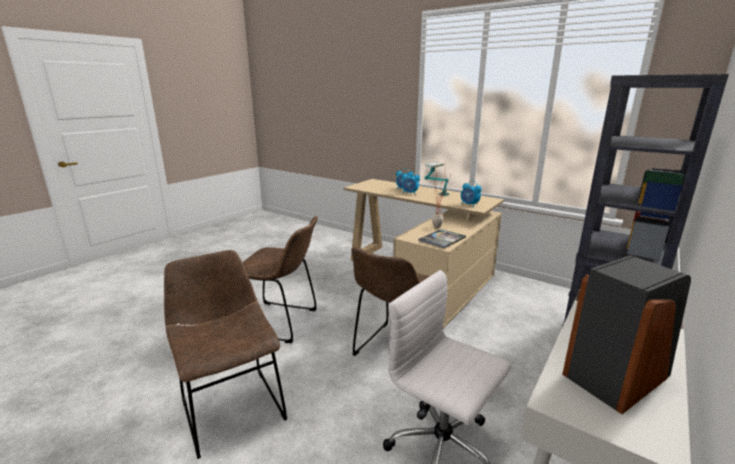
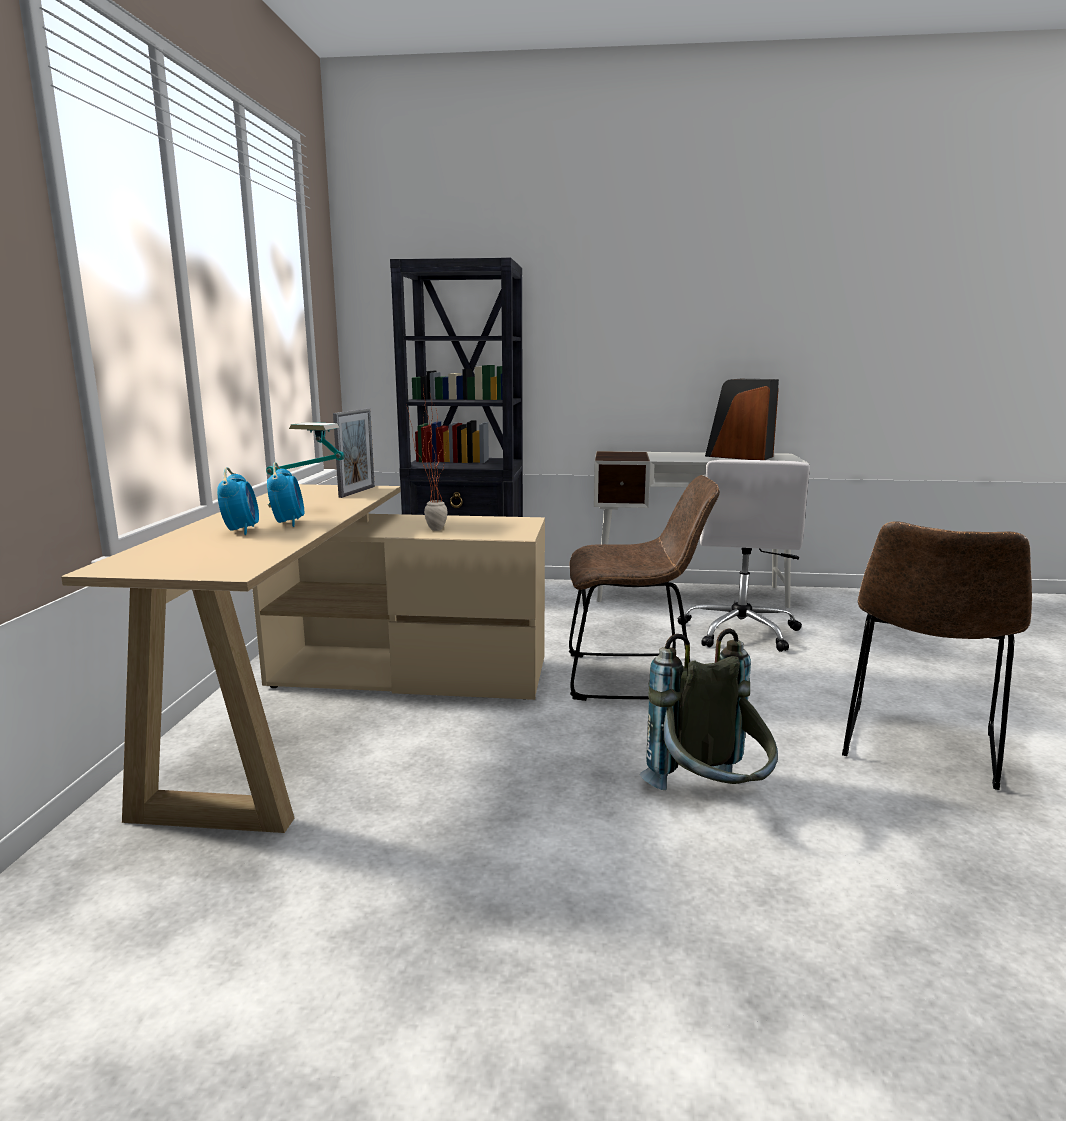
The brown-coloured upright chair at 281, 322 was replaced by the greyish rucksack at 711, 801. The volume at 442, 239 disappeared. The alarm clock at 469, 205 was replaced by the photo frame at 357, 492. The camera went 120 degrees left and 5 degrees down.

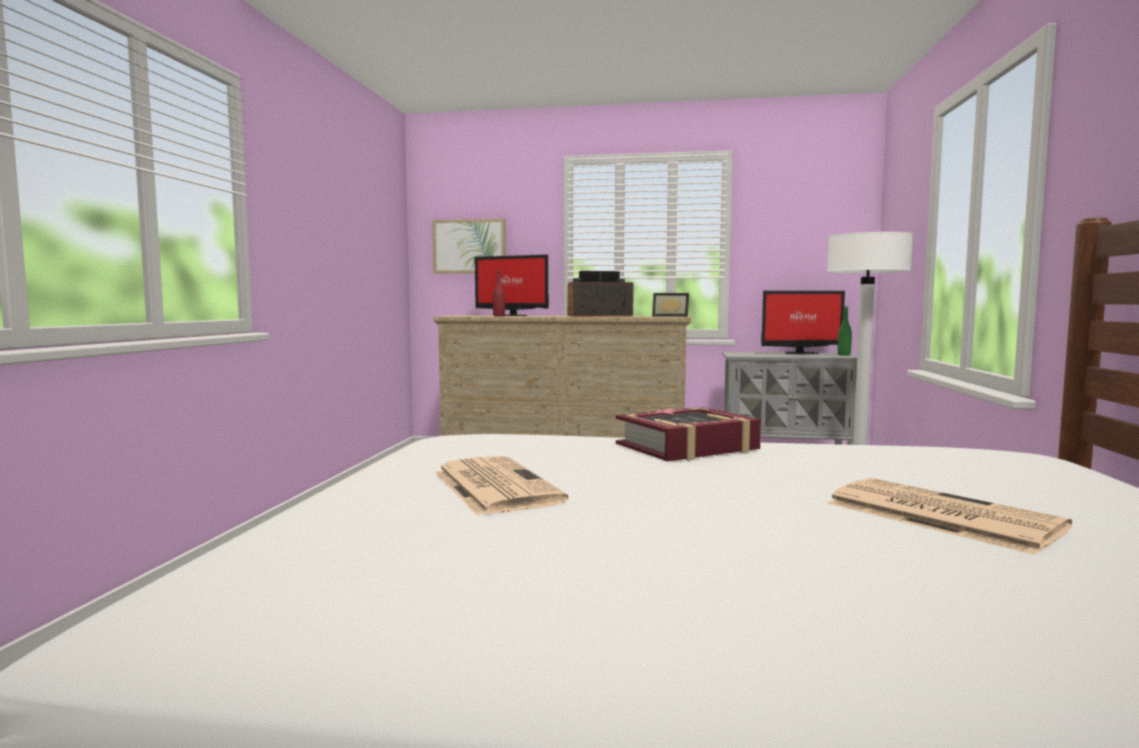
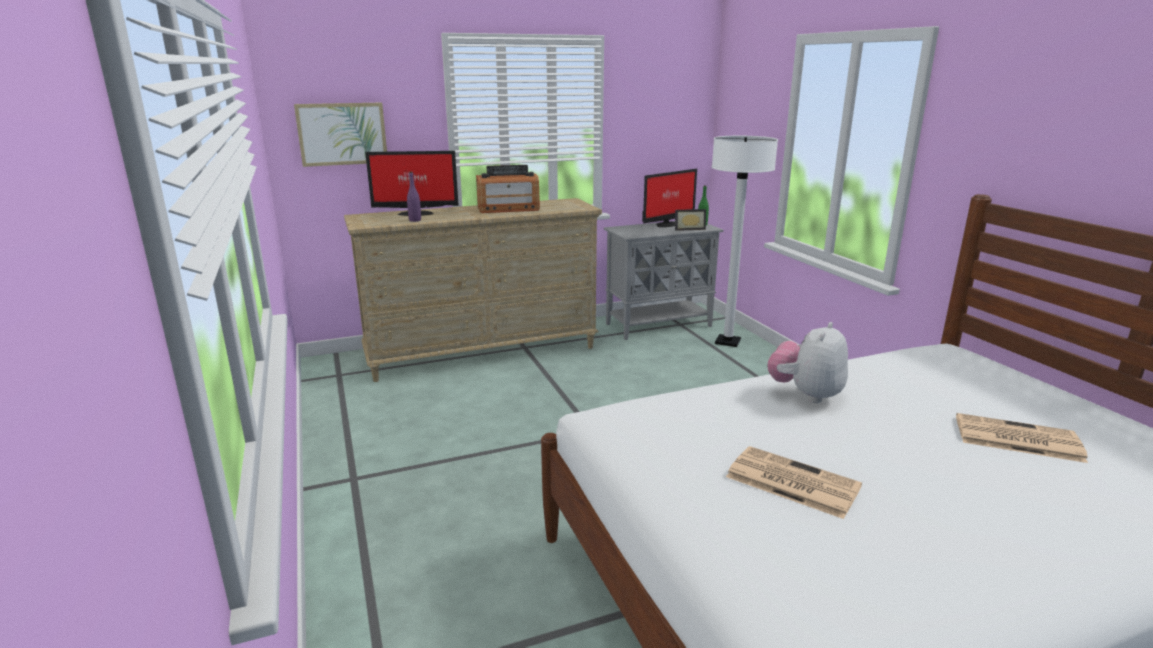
The red drink bottle at 499, 316 became the purple-coloured drink bottle at 415, 220. The radio set at 599, 316 turned 150 degrees counterclockwise. The volume at 687, 447 was replaced by the plush toy at 806, 394. The photo frame moved from 671, 316 to 689, 229. The camera went 30 degrees left and 15 degrees up.

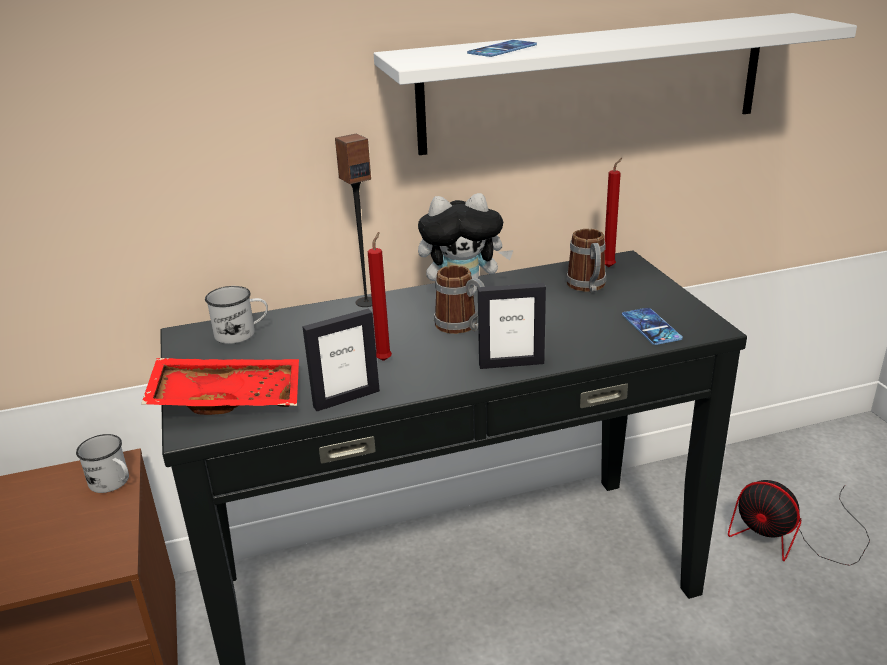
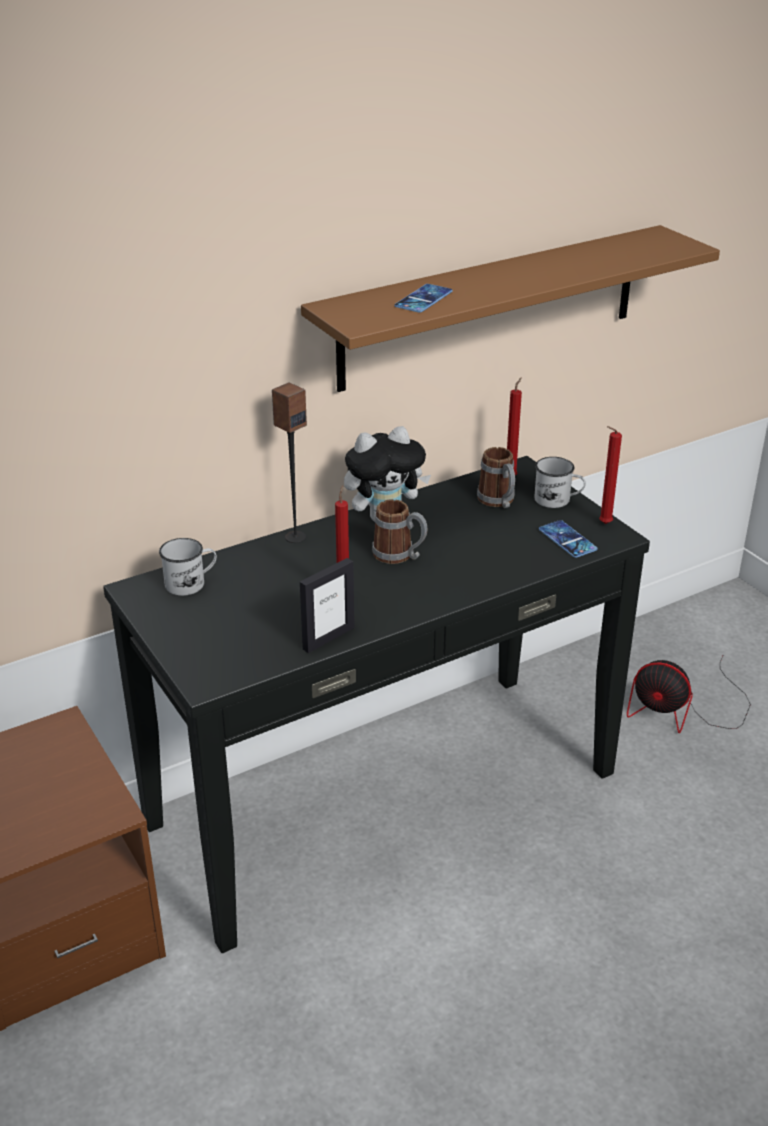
The whitish coffee mug moved from 113, 483 to 558, 500. The red tray at 228, 398 disappeared. The whitish bracket shelf at 594, 83 became the brown-coloured bracket shelf at 491, 307. The photo frame at 511, 364 disappeared. The red wax light at 603, 524 appeared. The camera went 15 degrees left and 5 degrees up.

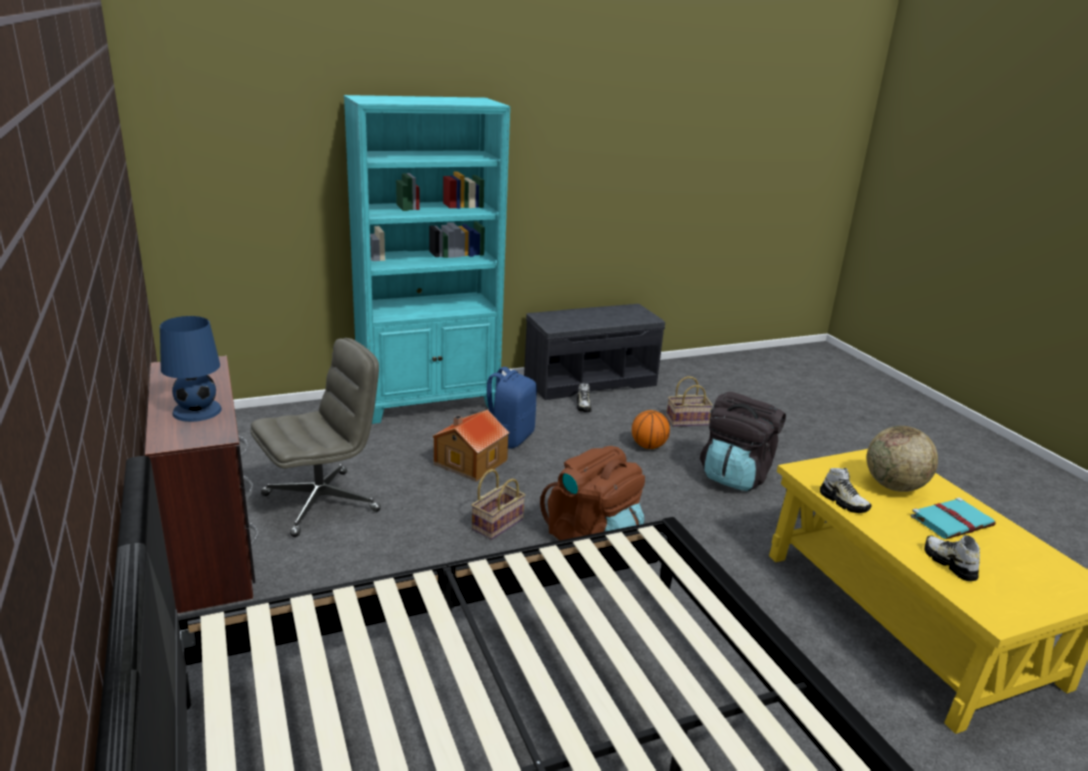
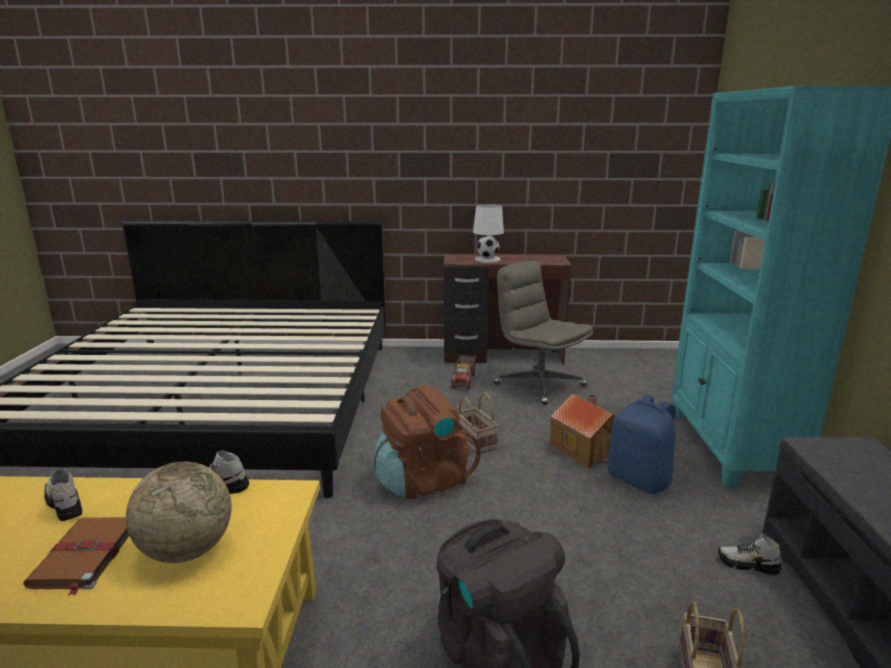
The blue lamp for a table at 196, 411 became the whitish lamp for a table at 487, 259. The greyish computer chair at 322, 502 turned 150 degrees clockwise. The ball for basketball at 648, 446 disappeared. The blue-green volume at 952, 521 became the brown-coloured volume at 84, 556. The low shoe at 949, 564 turned 135 degrees counterclockwise. The toy lorry at 464, 380 appeared. The camera went 115 degrees right and 5 degrees down.

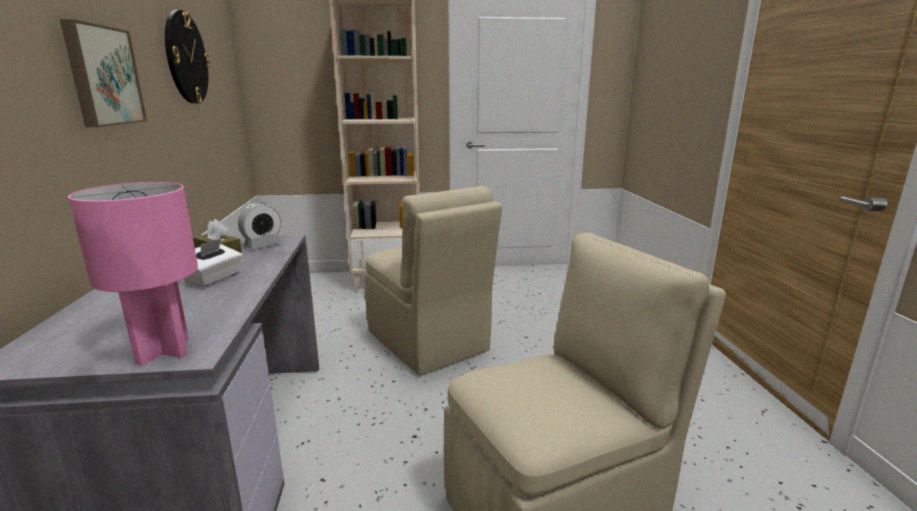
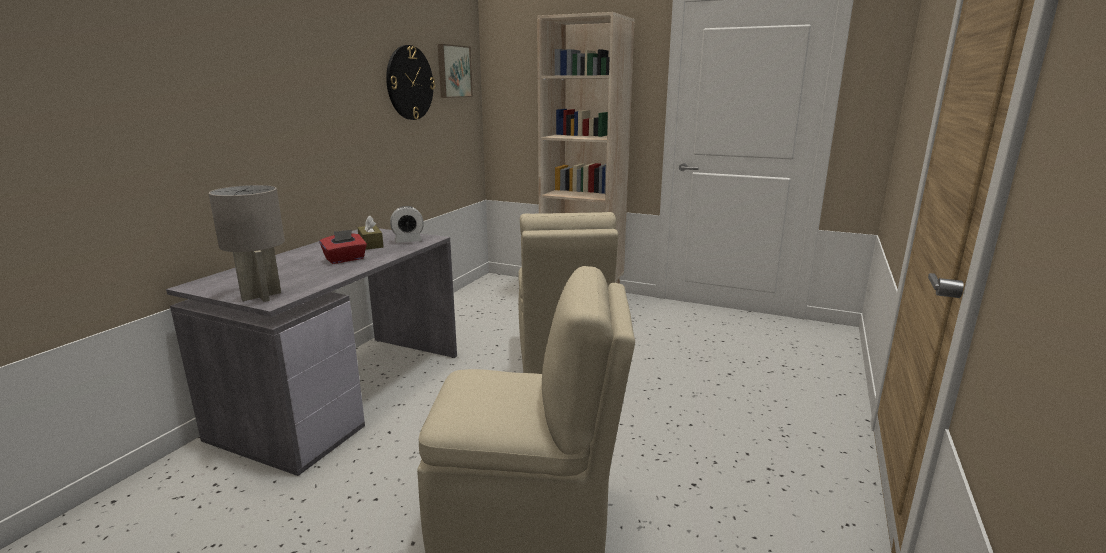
The wall picture moved from 102, 76 to 453, 71. The pink-coloured lamp for a table at 163, 352 became the greyish lamp for a table at 261, 296. The whitish tissue box at 214, 279 became the red tissue box at 345, 259. The camera went 30 degrees right and 0 degrees up.

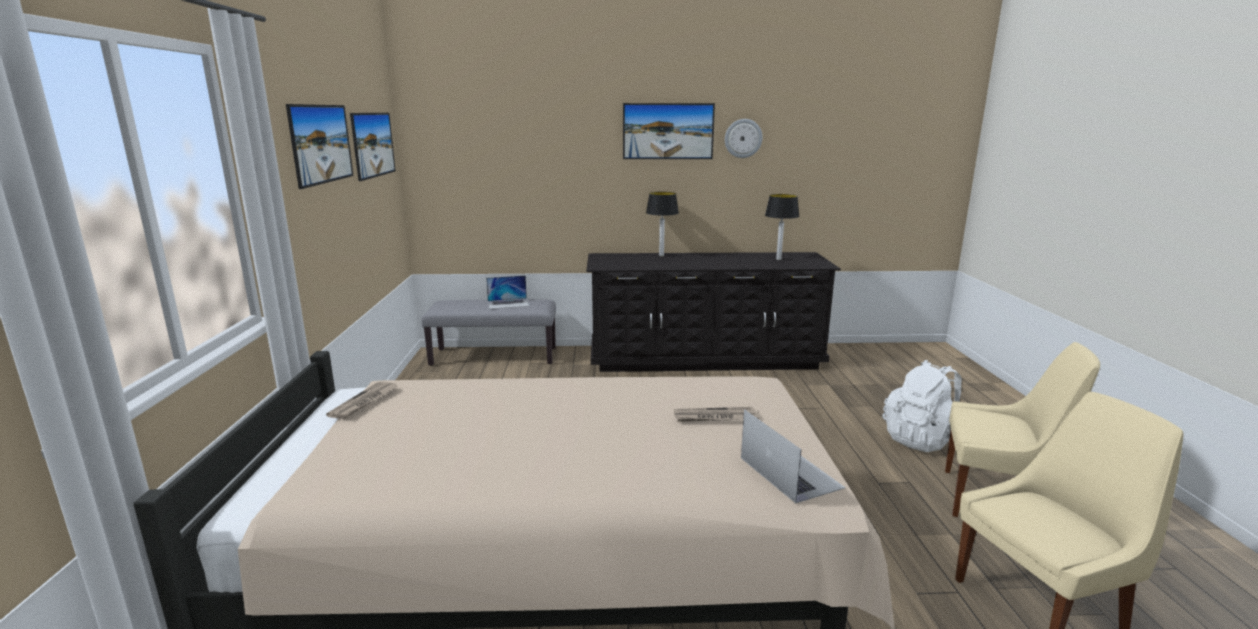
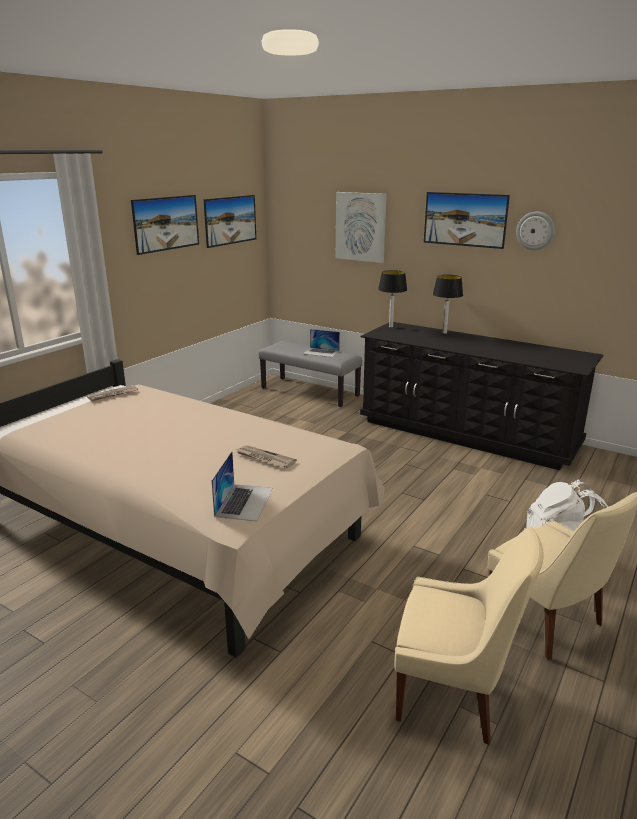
The lamp for a table moved from 778, 259 to 390, 326. The wall picture at 360, 227 appeared. The camera went 35 degrees right and 5 degrees up.

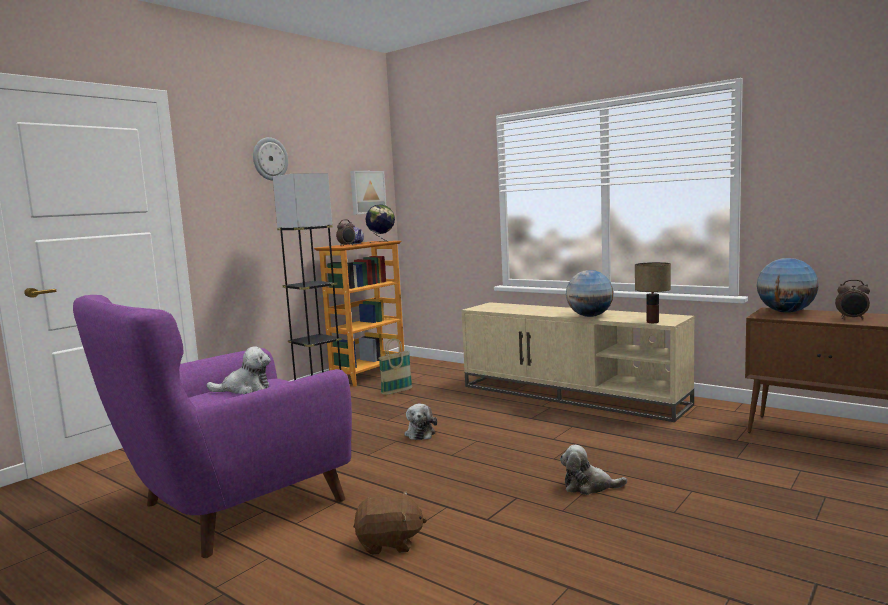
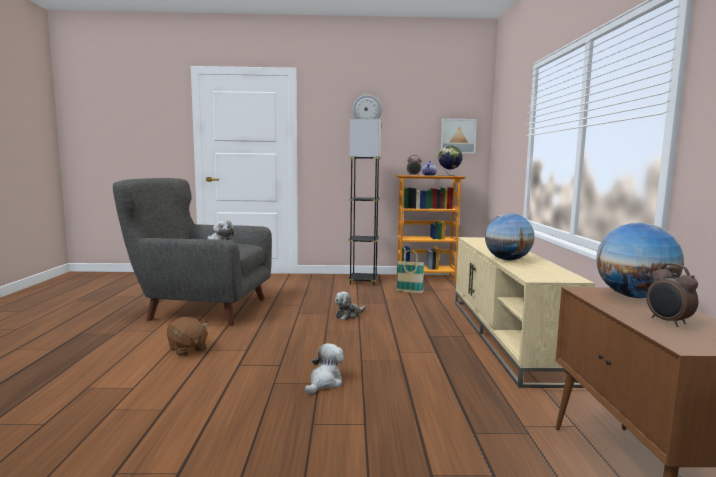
The purple-coloured armchair at 229, 506 became the greyish armchair at 202, 308. The plush toy at 589, 486 turned 60 degrees clockwise. The lamp for a table at 653, 322 disappeared. The camera went 50 degrees right and 0 degrees up.

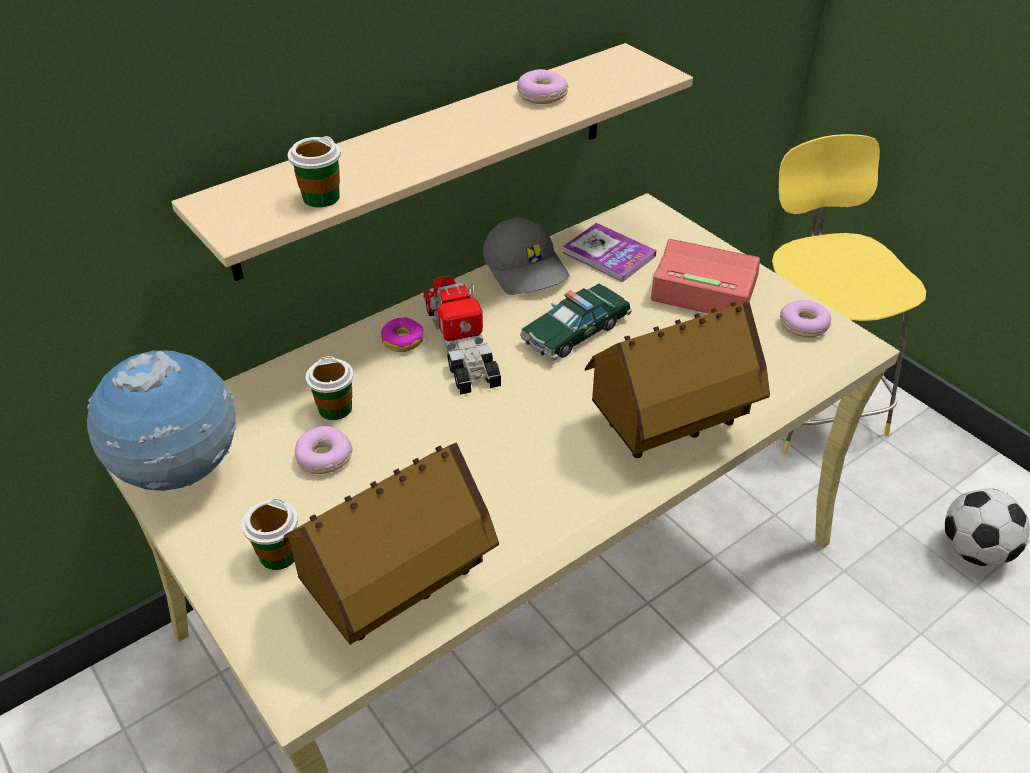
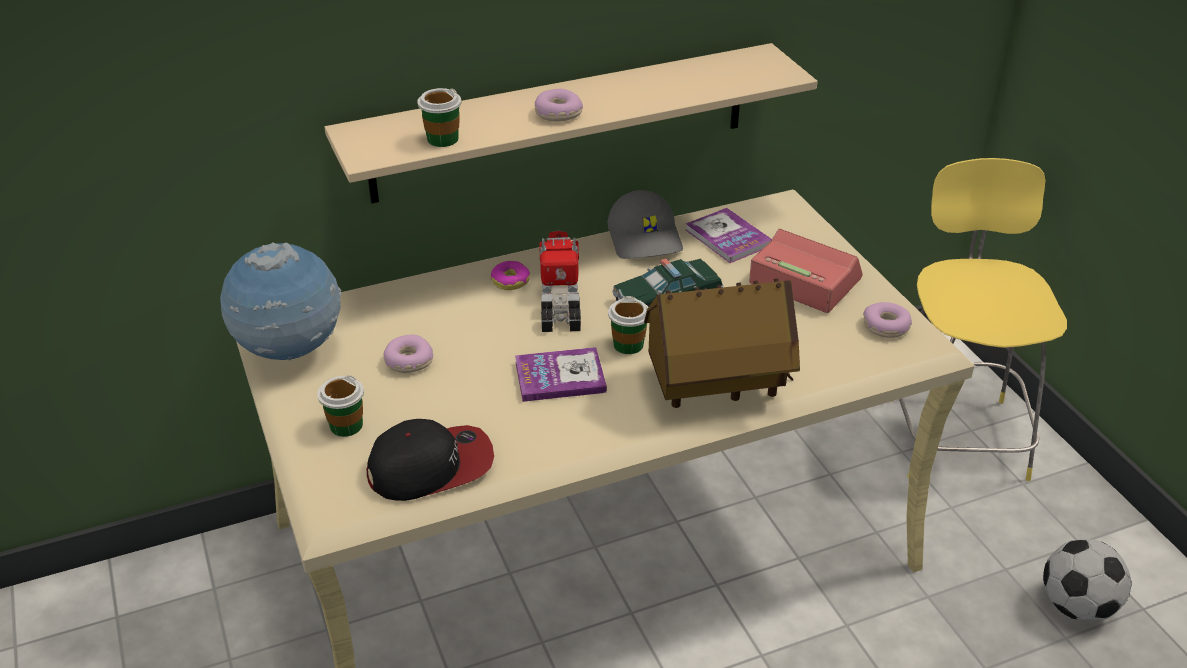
The miniature house at 397, 586 was replaced by the cap at 431, 466. The drinking cup moved from 335, 408 to 628, 345. The donut moved from 541, 96 to 557, 113. The volume at 560, 377 appeared. The camera went 15 degrees right and 5 degrees down.

